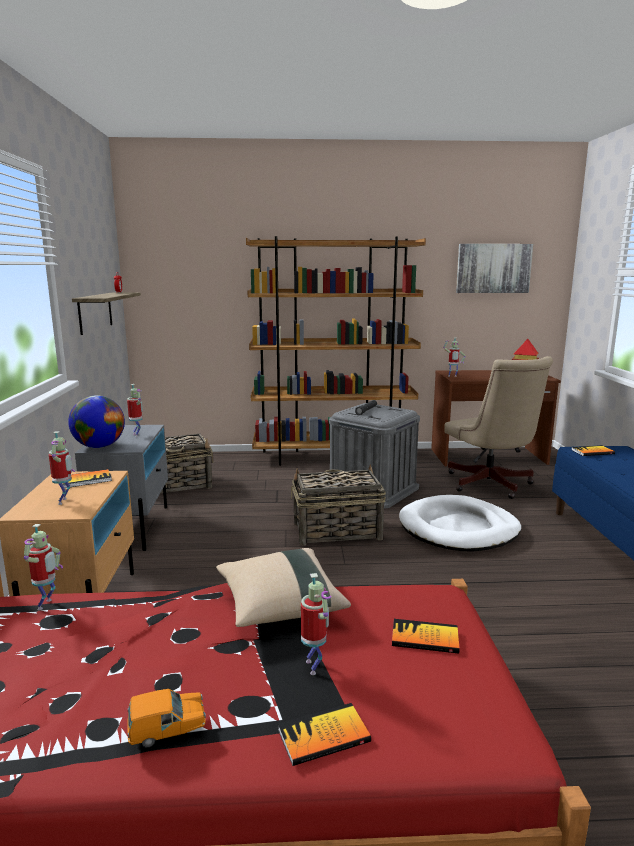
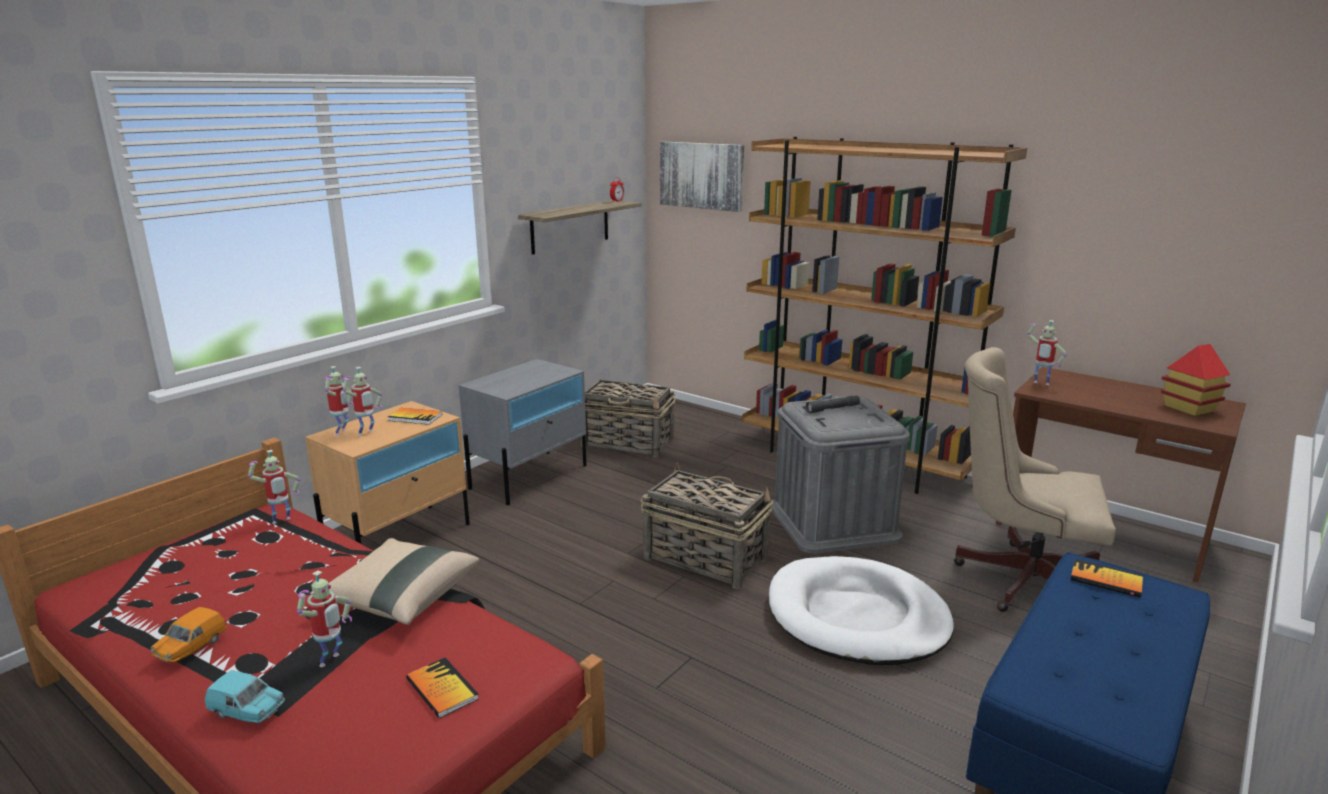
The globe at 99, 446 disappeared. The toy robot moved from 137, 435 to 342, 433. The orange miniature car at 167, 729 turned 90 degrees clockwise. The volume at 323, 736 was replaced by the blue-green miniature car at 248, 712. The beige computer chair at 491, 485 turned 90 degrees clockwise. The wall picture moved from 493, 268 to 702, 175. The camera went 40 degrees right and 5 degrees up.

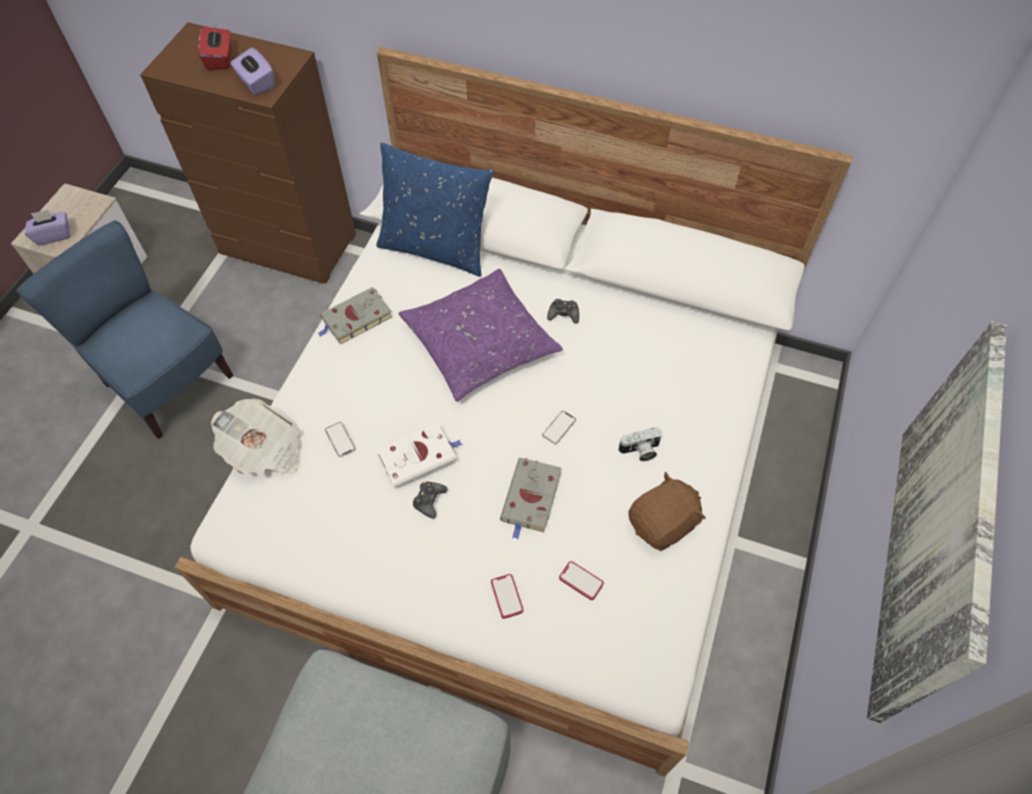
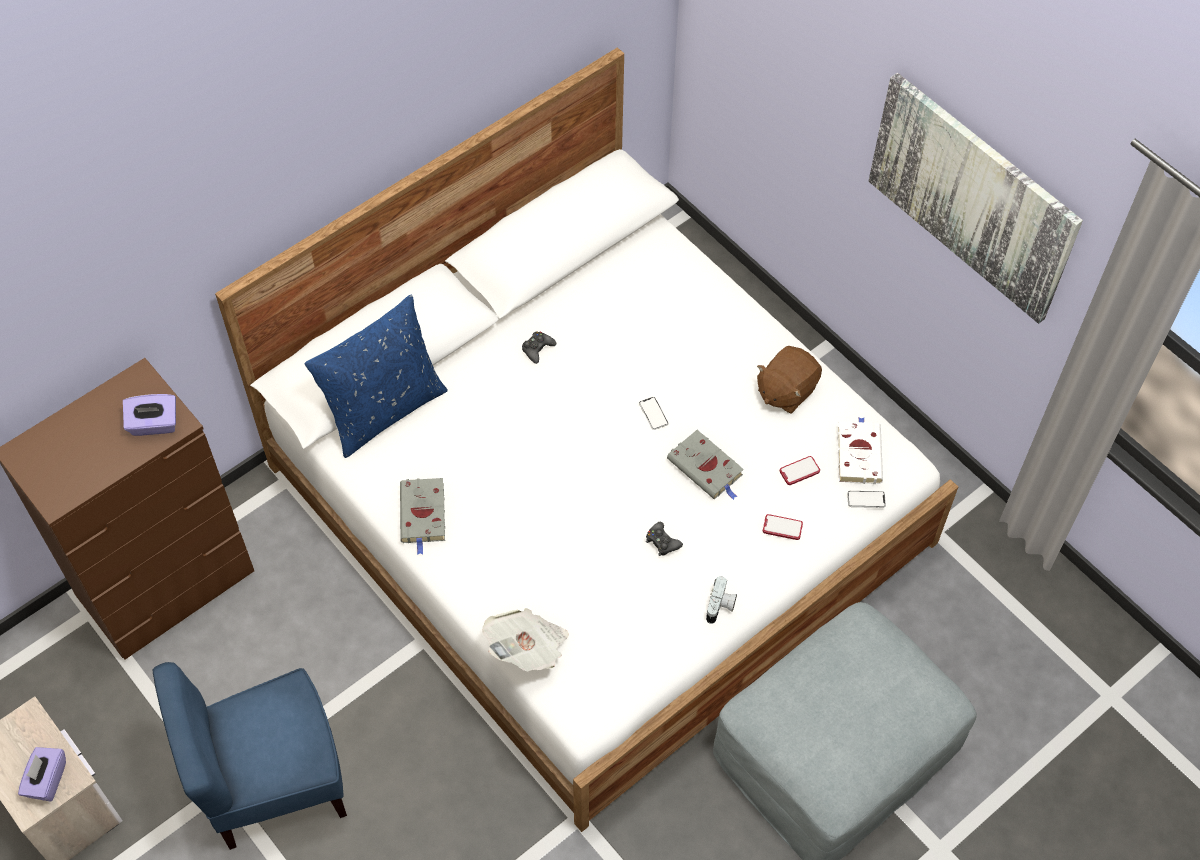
The red tissue box at 220, 59 disappeared. The phone moved from 340, 439 to 866, 499. The whitish volume moved from 419, 456 to 858, 453. The purple-coloured throw pillow at 479, 342 disappeared. The still camera moved from 640, 451 to 721, 606. The brown-coloured plush toy at 663, 524 turned 135 degrees counterclockwise. The camera went 60 degrees left and 0 degrees up.

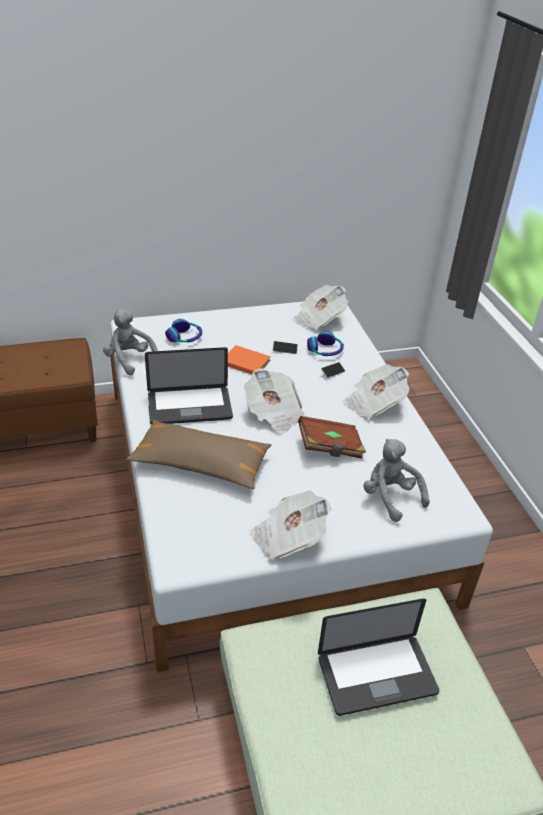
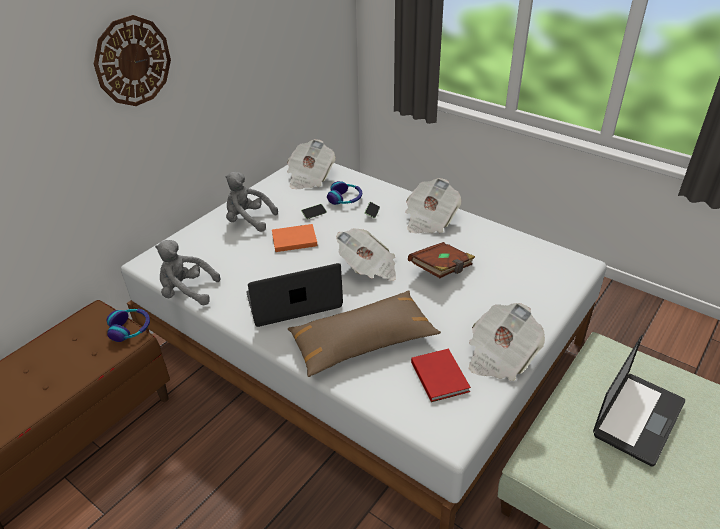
The portable computer at 189, 407 turned 150 degrees counterclockwise. The pair of headphones moved from 185, 337 to 130, 329. The greyish plush toy moved from 390, 497 to 248, 220. The clock on the wall at 133, 61 appeared. The red volume at 440, 375 appeared. The camera went 35 degrees left and 0 degrees up.

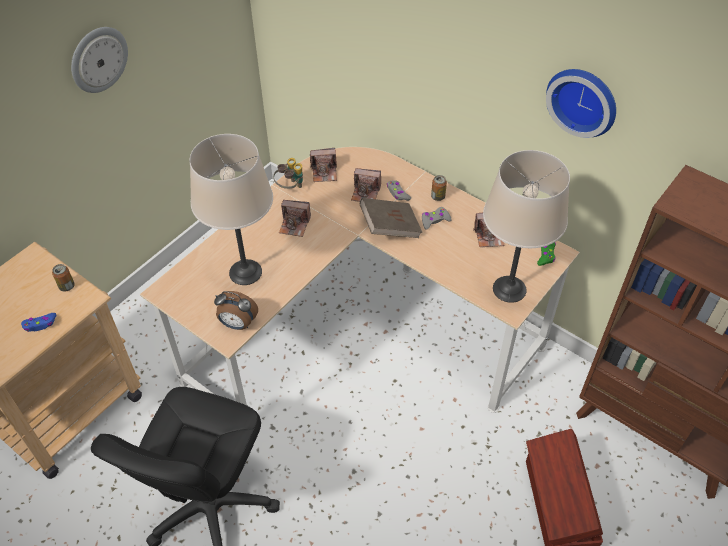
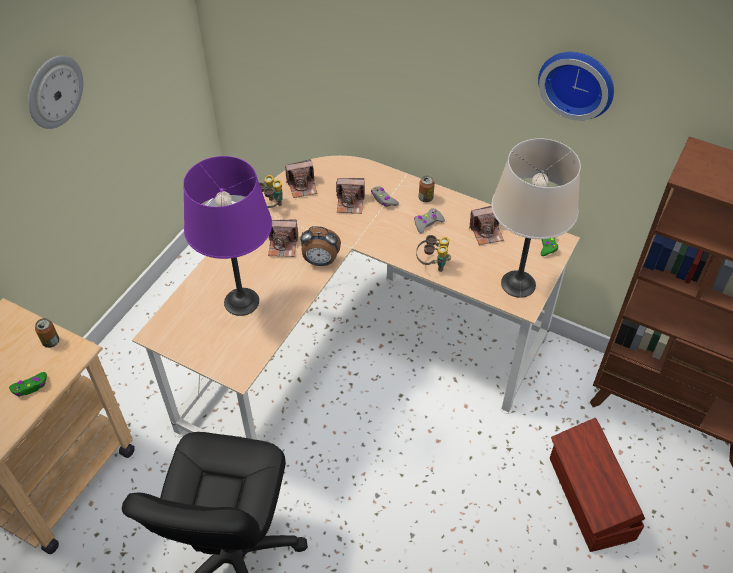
The blue joypad at 40, 324 became the green joypad at 30, 387. The beige lamp for a table at 245, 272 became the purple-coloured lamp for a table at 242, 301. The alarm clock moved from 237, 324 to 320, 261. The brown-coloured volume at 390, 227 disappeared. The pair of binoculars at 432, 264 appeared. The camera went 10 degrees left and 0 degrees up.

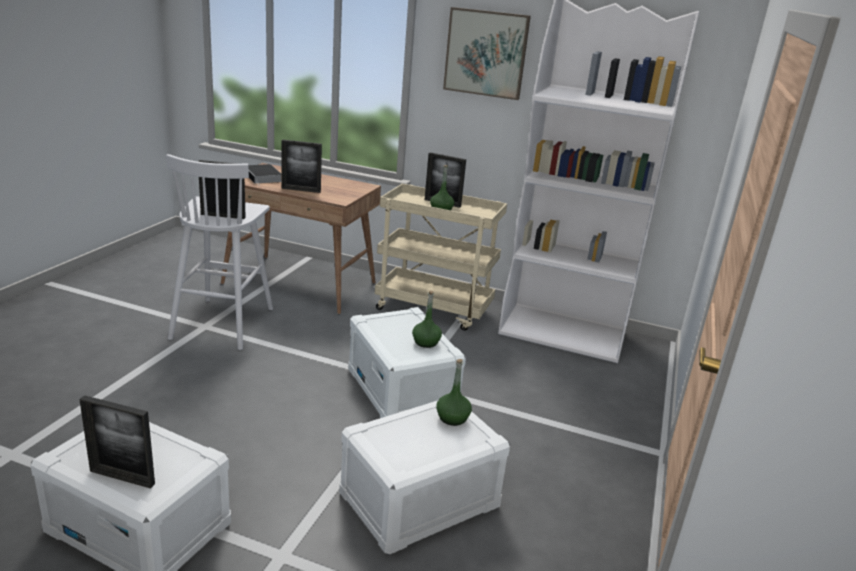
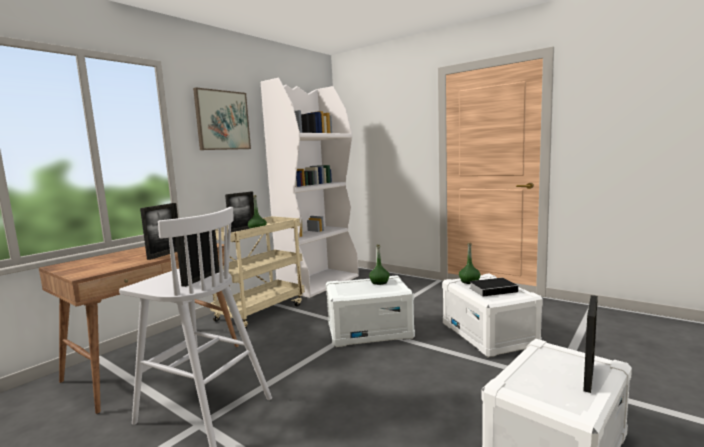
The volume moved from 263, 177 to 494, 289. The camera went 70 degrees left and 15 degrees down.

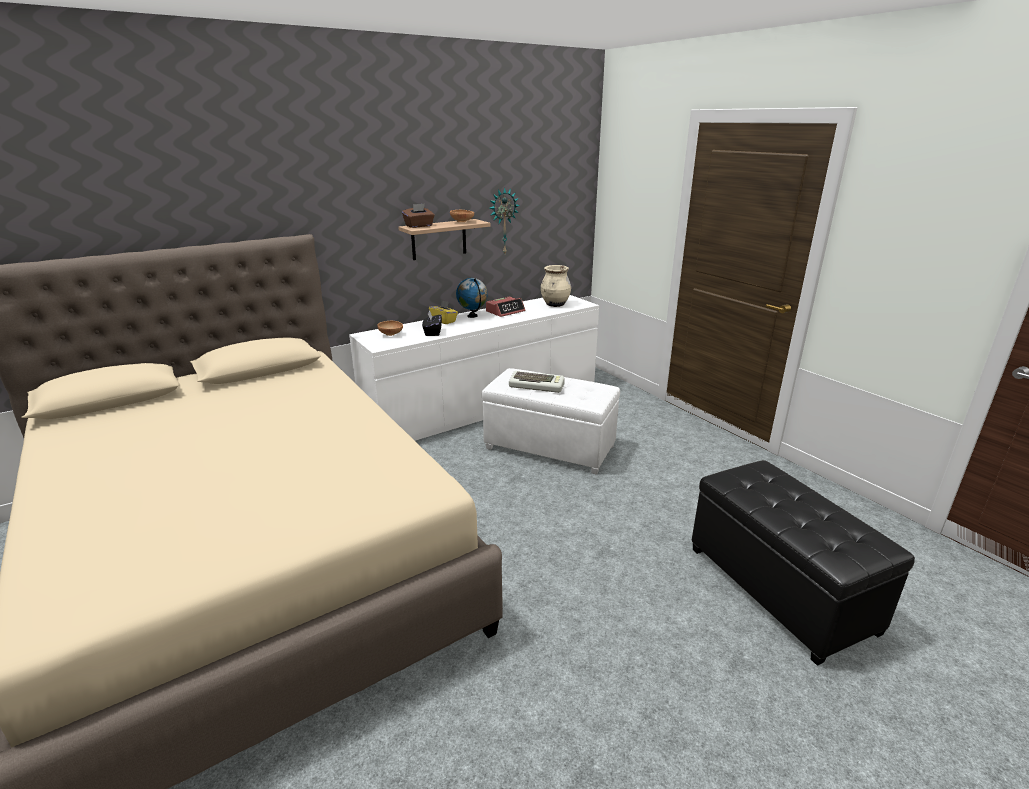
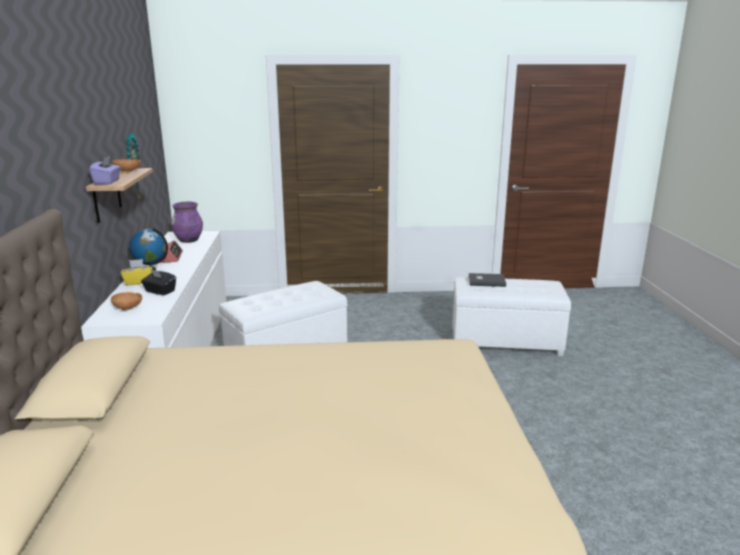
The brown-coloured tissue box at 419, 226 became the purple-coloured tissue box at 107, 182. The computer keyboard at 537, 385 disappeared. The beige flower vase at 555, 304 became the purple-coloured flower vase at 189, 240. The blackish pouffe at 779, 587 became the whitish pouffe at 505, 341. The greyish volume at 486, 281 appeared. The camera went 60 degrees left and 5 degrees down.

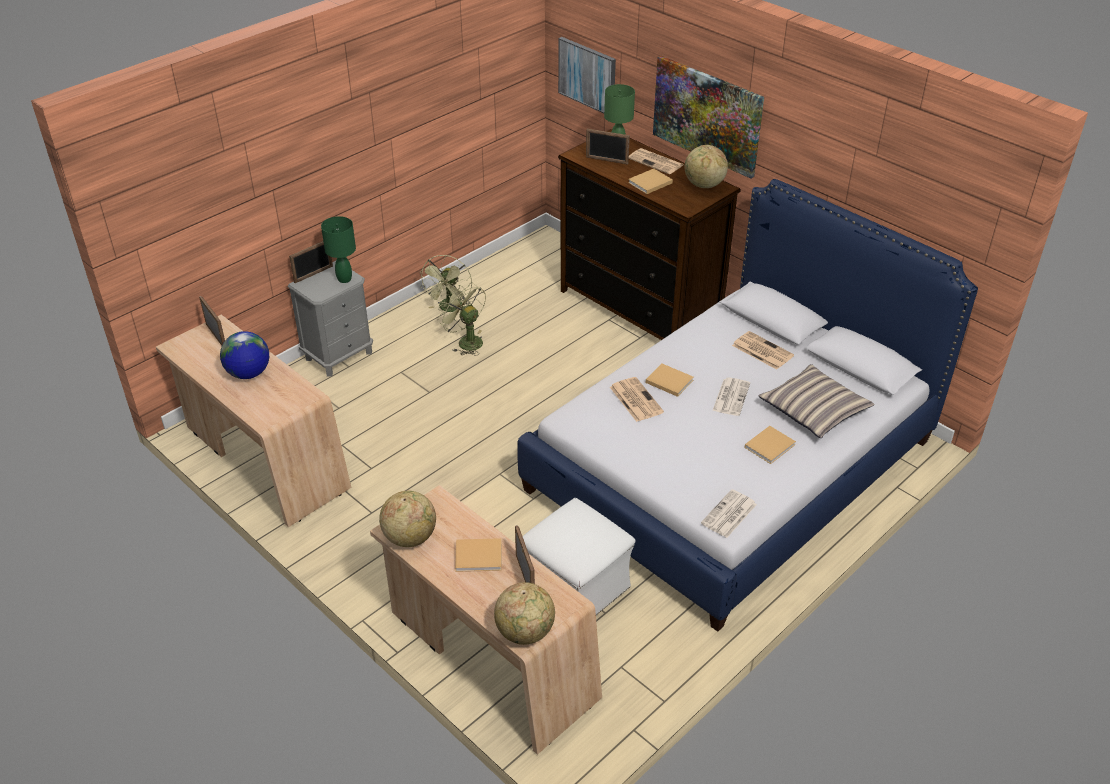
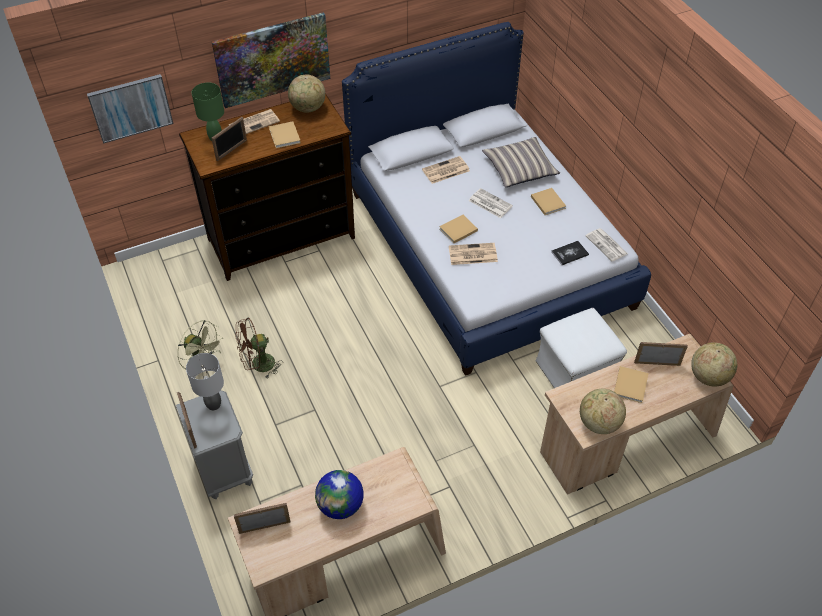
The green lamp for a table at 344, 279 became the greyish lamp for a table at 214, 405. The green fan at 466, 341 became the brown-coloured fan at 258, 365. The volume at 569, 253 appeared. The camera went 70 degrees left and 10 degrees up.

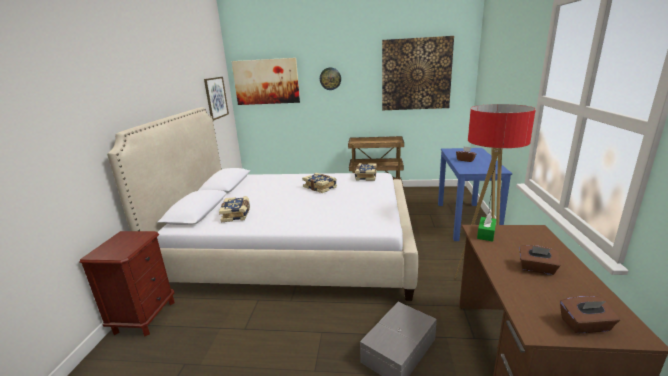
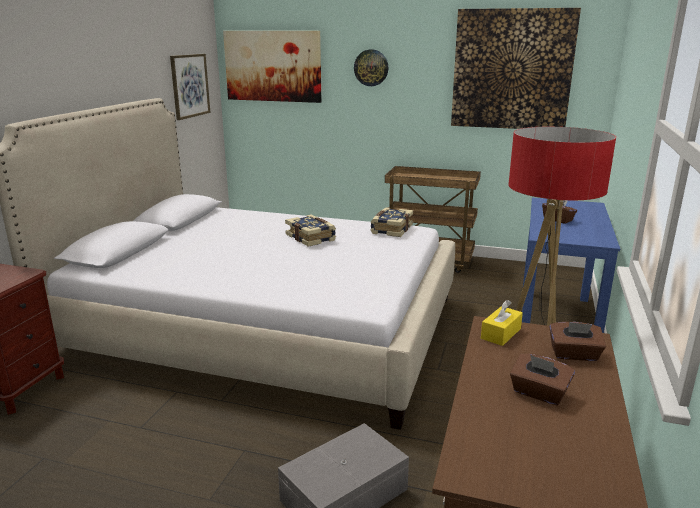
The volume at 237, 214 disappeared. The green tissue box at 486, 234 became the yellowish tissue box at 501, 333. The brown-coloured tissue box moved from 585, 325 to 574, 354. The camera went 10 degrees right and 0 degrees up.

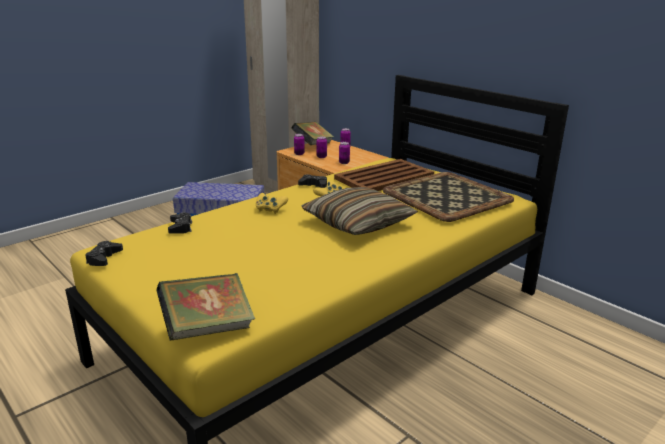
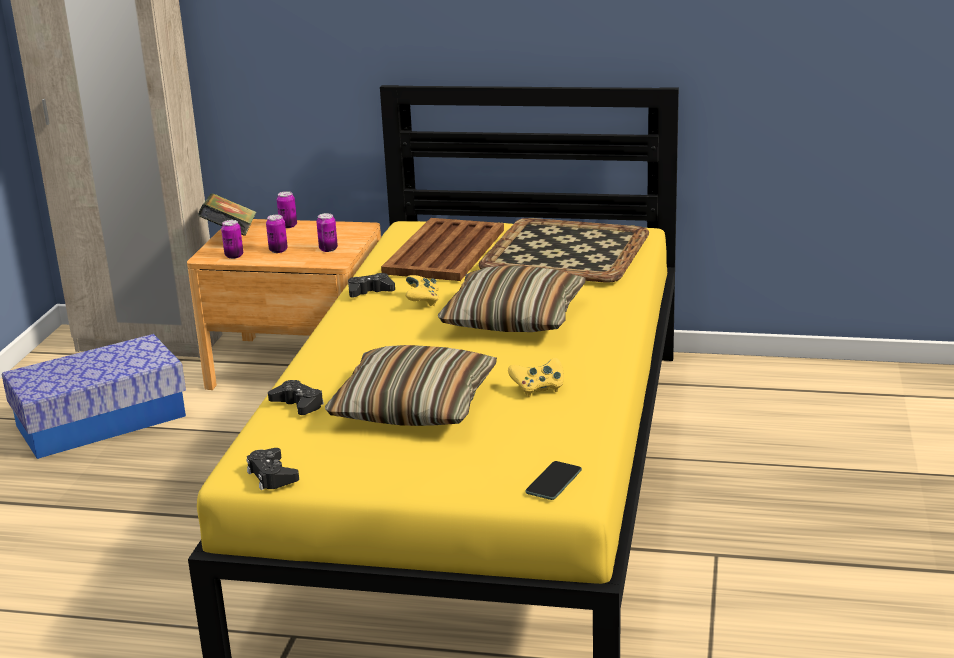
The volume at 208, 328 was replaced by the phone at 553, 481. The yellowish joypad moved from 270, 210 to 538, 389. The throw pillow at 414, 406 appeared. The camera went 35 degrees left and 0 degrees up.

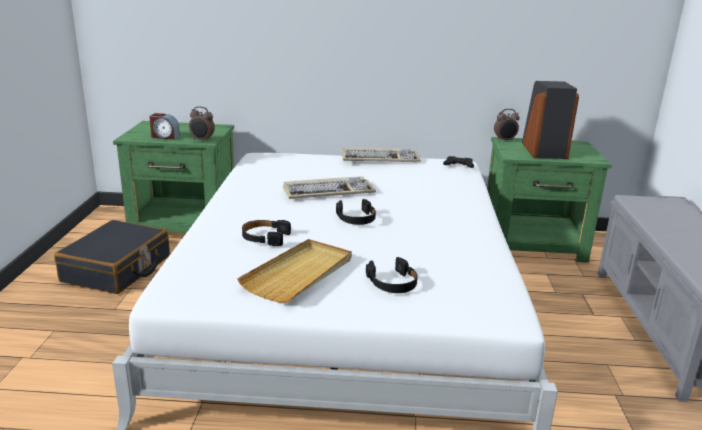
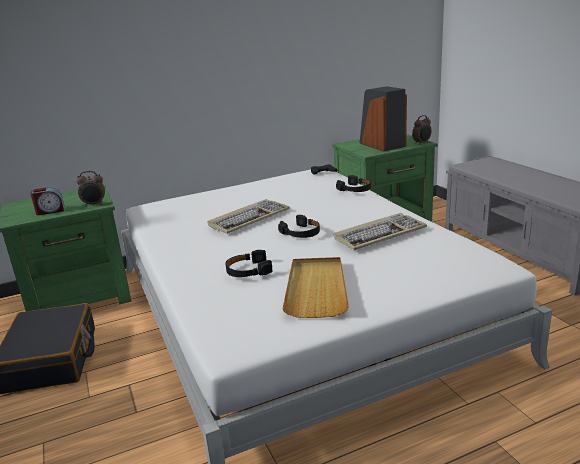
The computer keyboard moved from 380, 158 to 379, 234. The blackish pair of headphones moved from 392, 283 to 355, 189. The alarm clock moved from 505, 140 to 422, 143. The camera went 25 degrees left and 0 degrees up.

